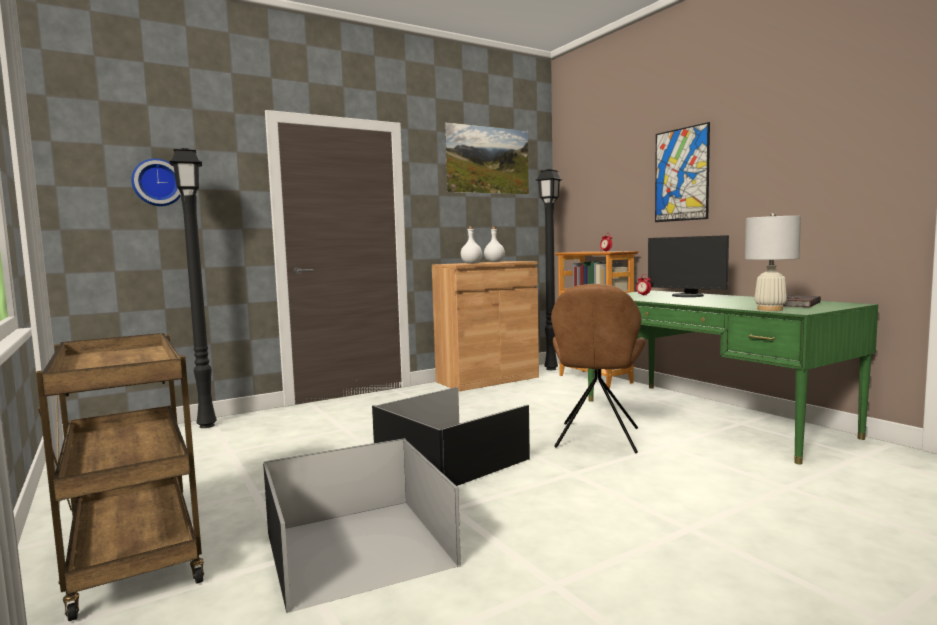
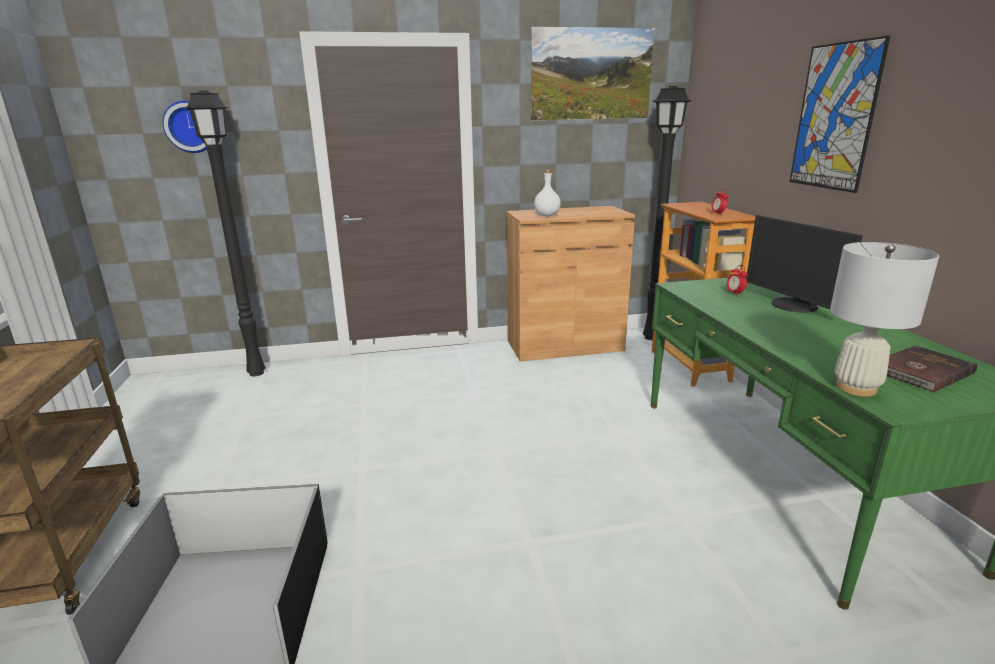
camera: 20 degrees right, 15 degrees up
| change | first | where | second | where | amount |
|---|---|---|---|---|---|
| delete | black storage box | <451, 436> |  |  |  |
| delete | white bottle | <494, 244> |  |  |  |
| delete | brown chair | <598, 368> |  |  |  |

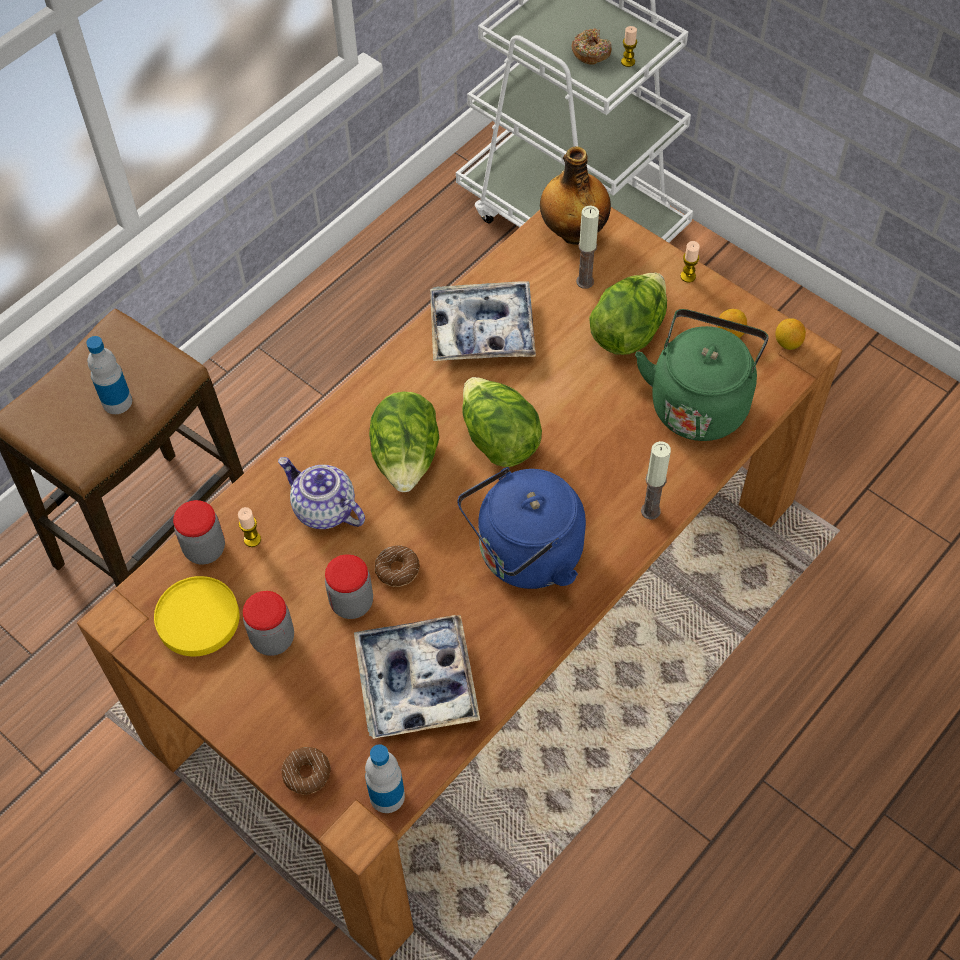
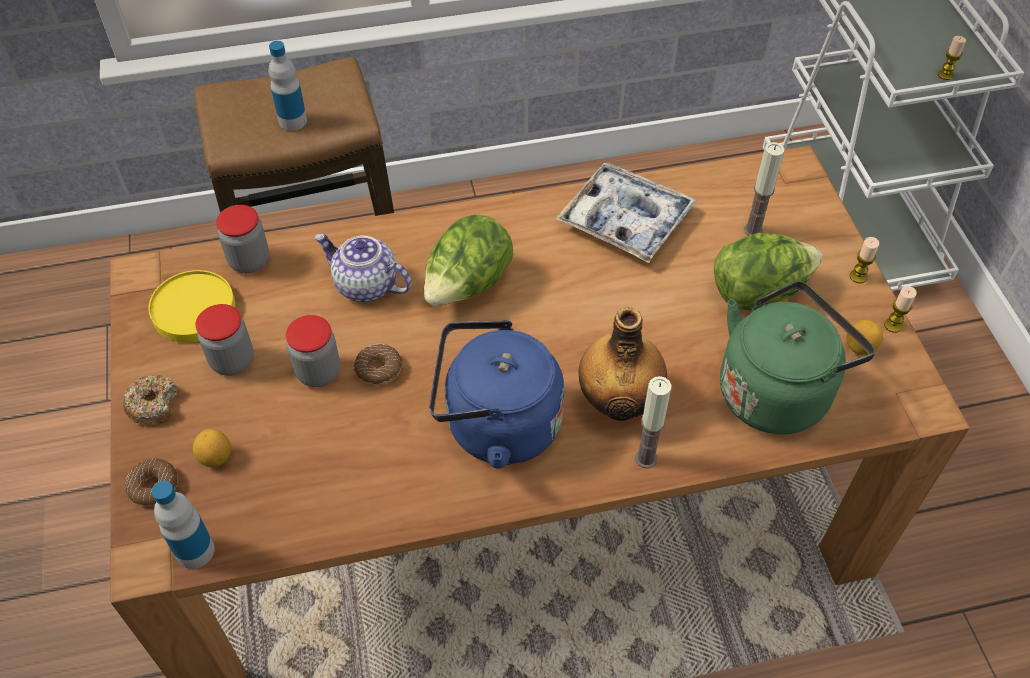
camera: 35 degrees right, 5 degrees down
| change | first | where | second | where | amount |
|---|---|---|---|---|---|
| move | donut | <592, 46> |  | <150, 399> |  |
| move | lemon | <790, 334> |  | <212, 448> |  |
| rotate | teapot | <321, 493> |  | <363, 267> | 45 degrees counterclockwise |
| move | bottle | <575, 195> |  | <622, 364> |  |
| move | candle | <249, 527> |  | <900, 309> |  |
| delete | tray | <417, 677> |  |  |  |
| delete | lettuce | <502, 422> |  |  |  |

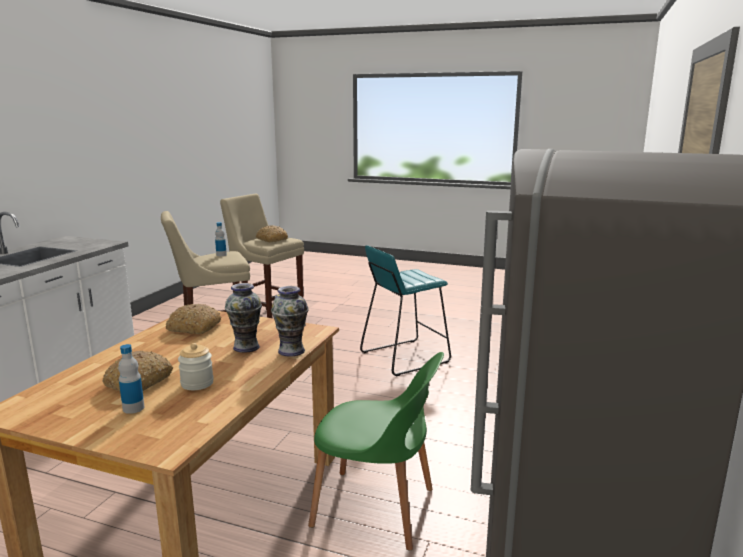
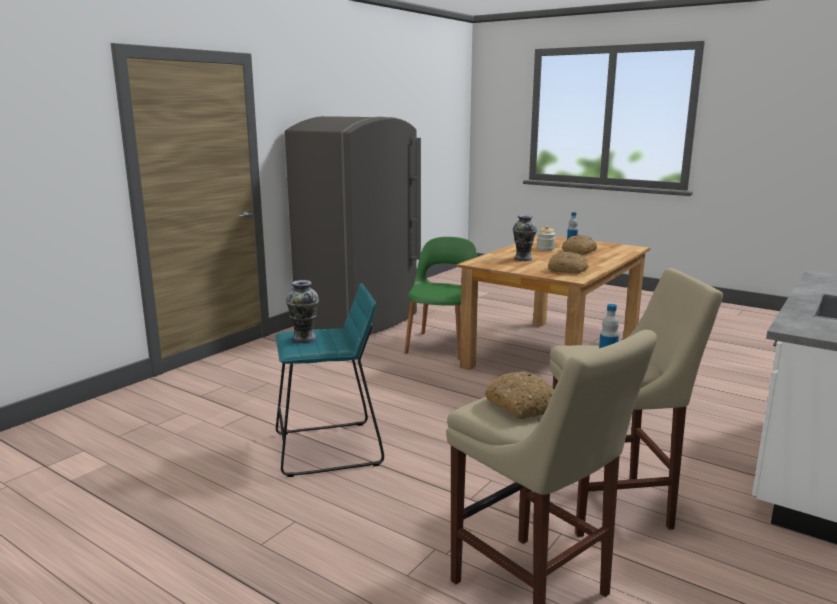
camera: 165 degrees left, 0 degrees up
| change | first | where | second | where | amount |
|---|---|---|---|---|---|
| move | vase | <290, 321> |  | <302, 311> |  |
| rotate | green chair | <376, 451> |  | <440, 298> | 75 degrees clockwise |

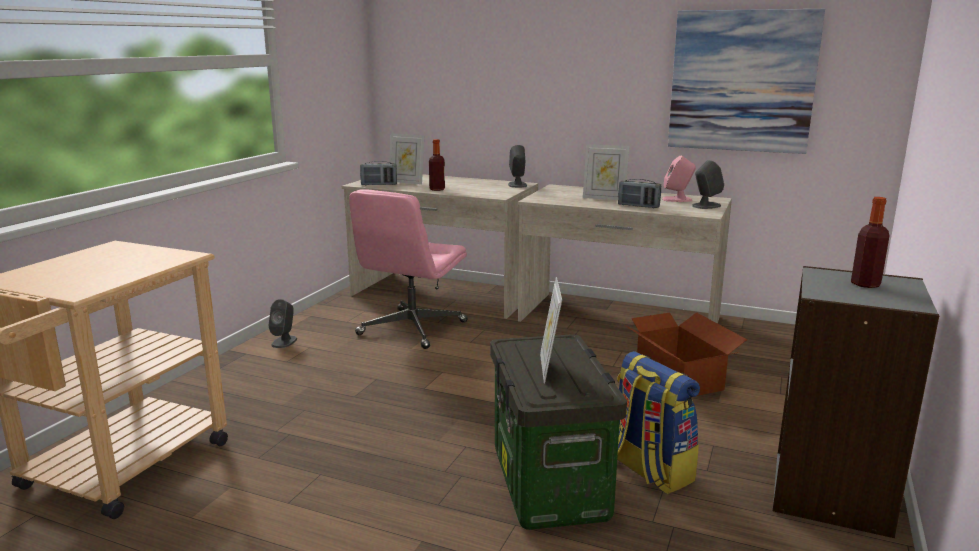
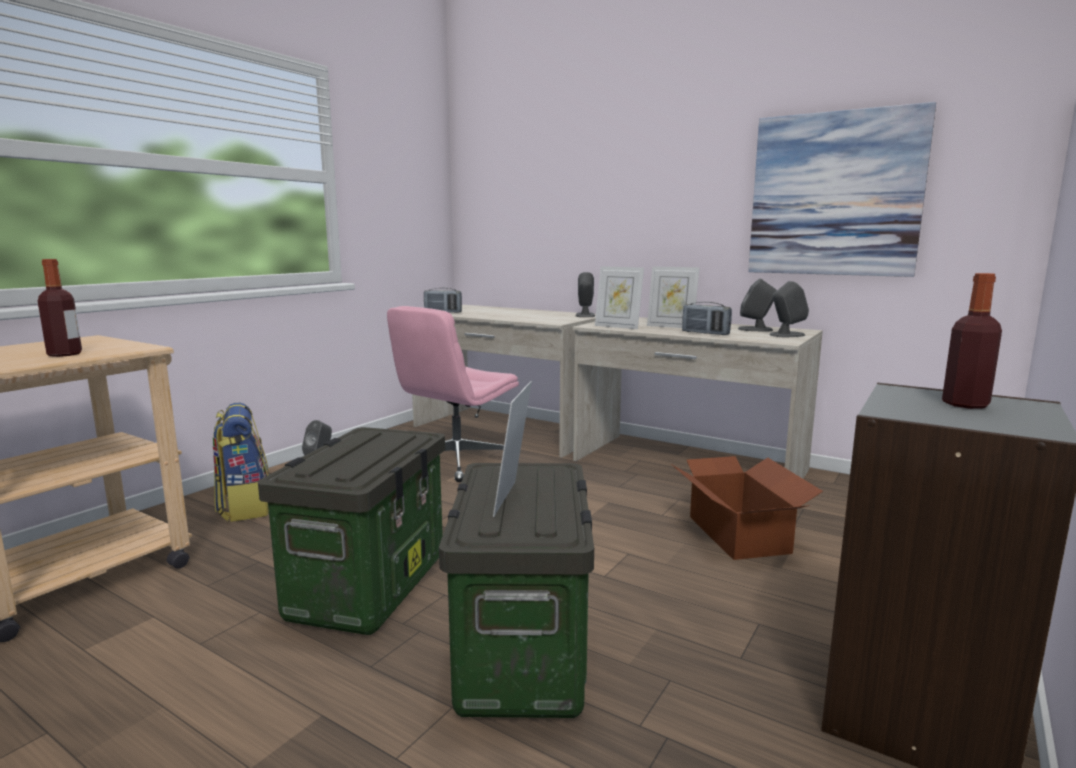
camera: 10 degrees right, 5 degrees down
| change | first | where | second | where | amount |
|---|---|---|---|---|---|
| move | bottle | <437, 165> |  | <60, 308> |  |
| move | backpack | <658, 422> |  | <241, 462> |  |
| insert |  |  | storage box | <351, 531> |  |
| move | picture frame | <406, 159> |  | <619, 297> |  |
| recolor | pink speaker | <679, 178> | grey speaker | <757, 305> |  |

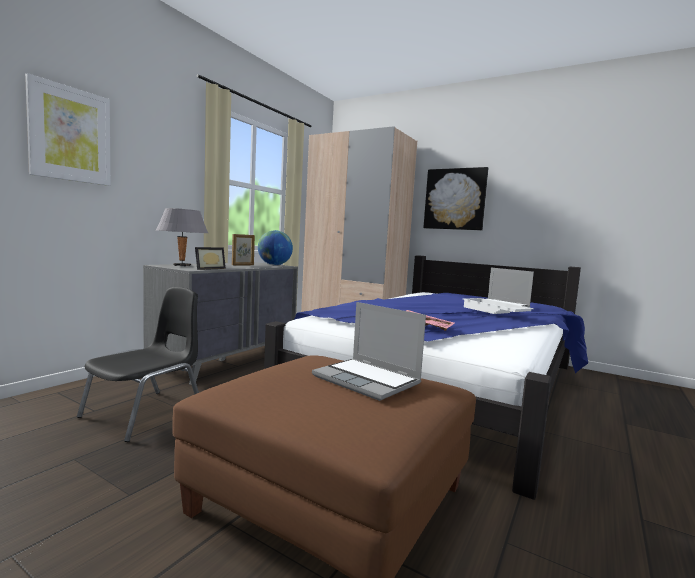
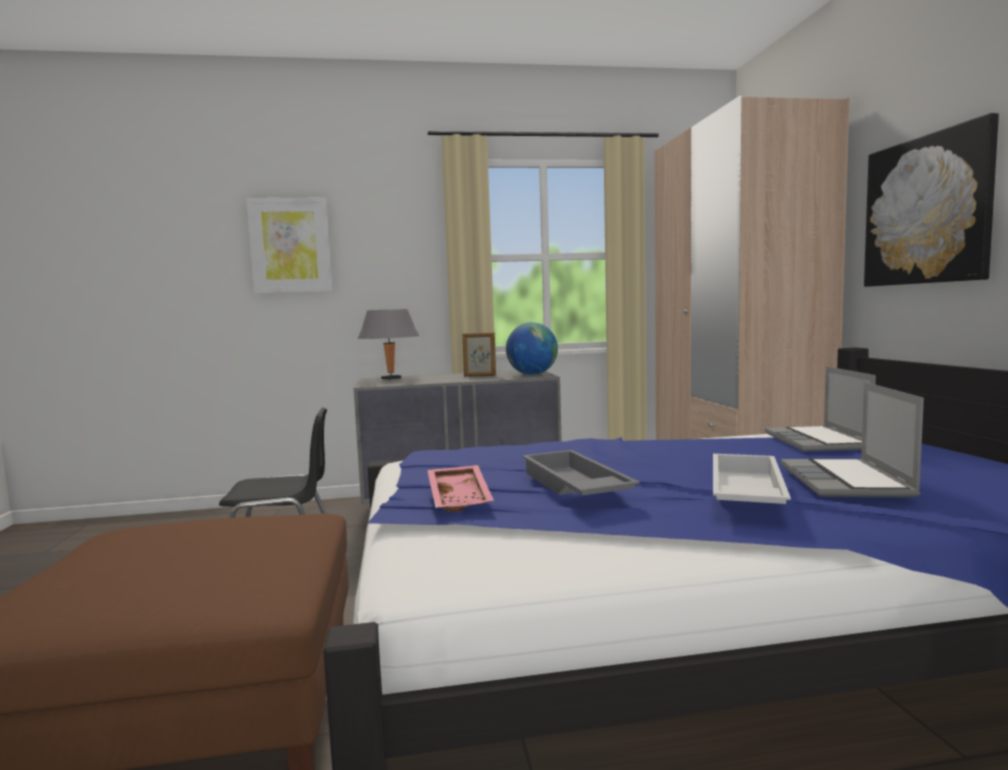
camera: 50 degrees right, 0 degrees up
| change | first | where | second | where | amount |
|---|---|---|---|---|---|
| insert |  |  | grey tray | <581, 473> |  |
| move | laptop | <369, 351> |  | <820, 409> |  |
| delete | picture frame | <210, 258> |  |  |  |

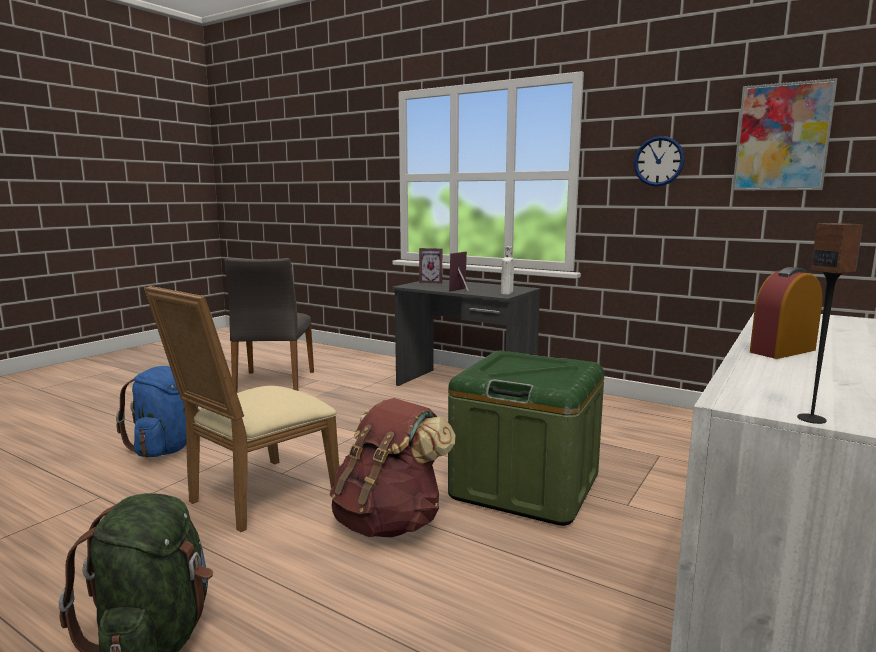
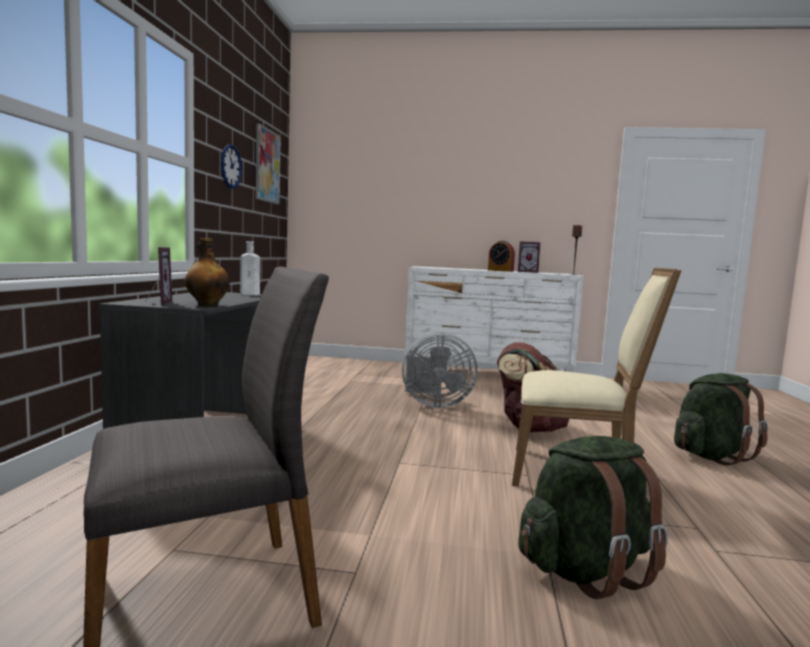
camera: 115 degrees left, 5 degrees down
| change | first | where | second | where | amount |
|---|---|---|---|---|---|
| insert |  |  | bottle | <207, 272> |  |
| replace | green storage box | <526, 438> | grey fan | <440, 370> |  |
| move | picture frame | <459, 272> |  | <529, 257> |  |
| recolor | blue backpack | <157, 412> | green backpack | <593, 517> |  |

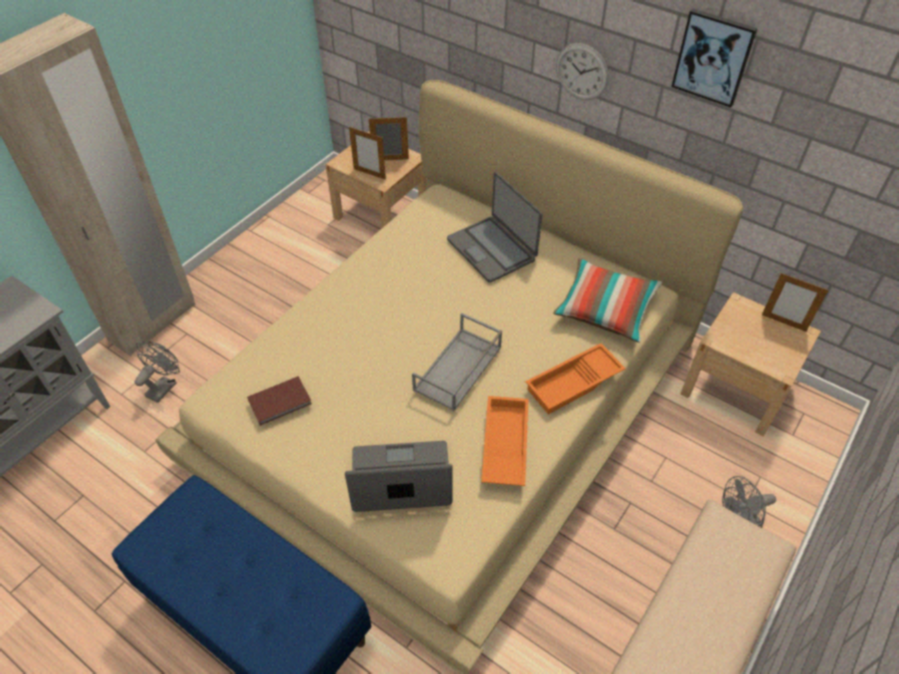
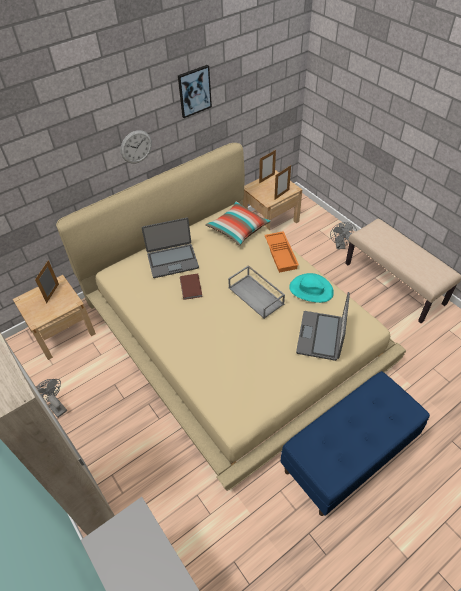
camera: 70 degrees left, 0 degrees up
| change | first | where | second | where | amount |
|---|---|---|---|---|---|
| move | grey fan | <157, 372> |  | <51, 398> |  |
| move | brown book | <279, 401> |  | <191, 286> |  |
| move | picture frame | <367, 153> |  | <282, 182> |  |
| replace | orange tray | <504, 441> | turquoise hat | <311, 288> |  |

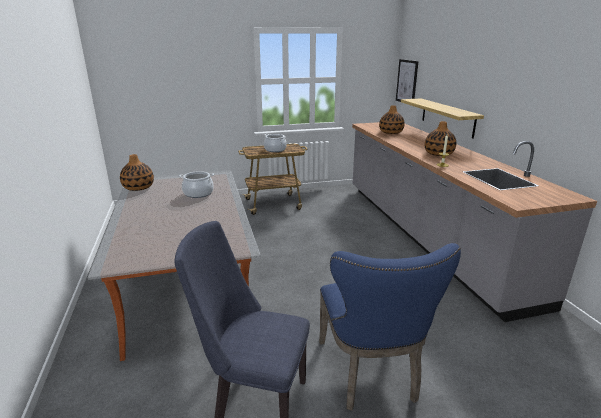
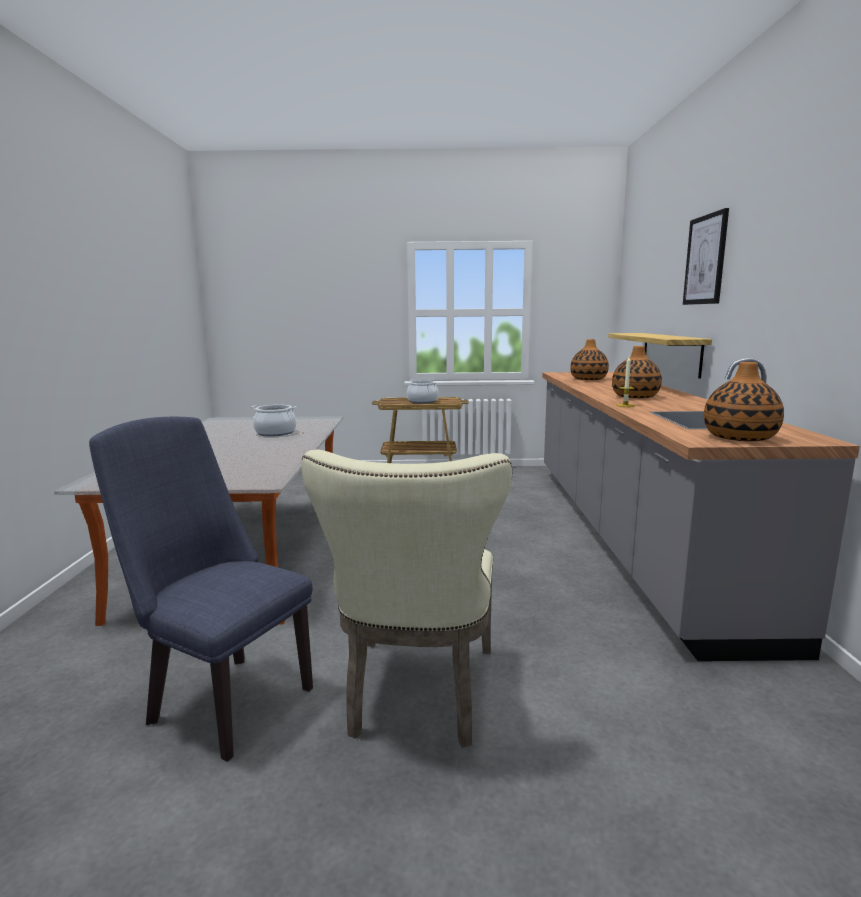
camera: 15 degrees right, 10 degrees down
| change | first | where | second | where | amount |
|---|---|---|---|---|---|
| recolor | blue chair | <390, 327> | beige chair | <407, 599> |  |
| move | picture | <407, 80> |  | <706, 256> |  |
| move | vase | <137, 172> |  | <744, 401> |  |

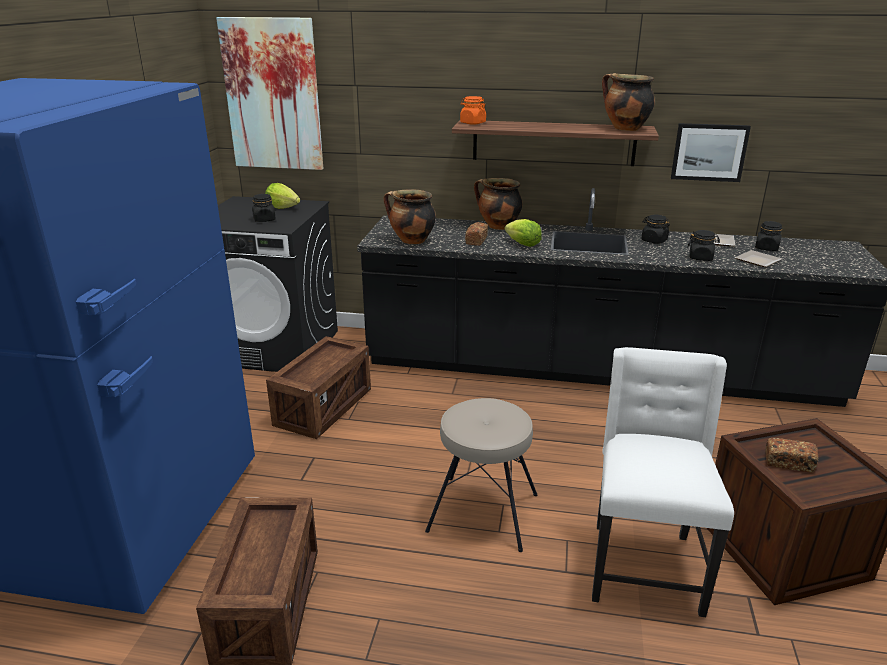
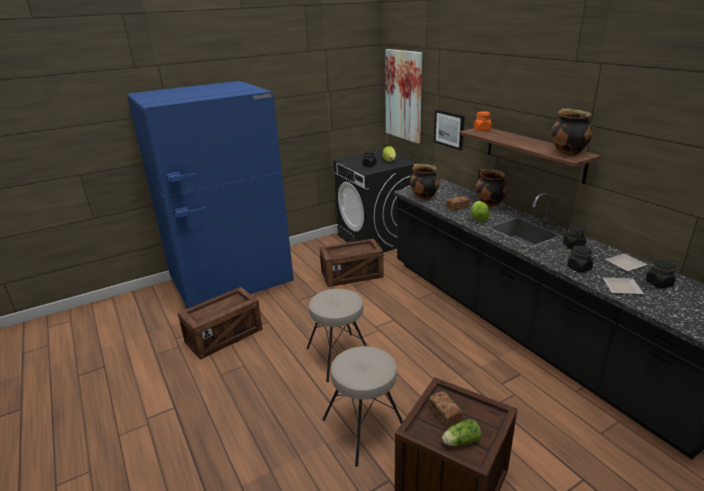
camera: 50 degrees right, 0 degrees up
| change | first | where | second | where | amount |
|---|---|---|---|---|---|
| replace | white chair | <663, 482> | beige stool | <362, 406> |  |
| move | picture | <711, 152> |  | <449, 130> |  |
| insert |  |  | lettuce | <461, 432> |  |

